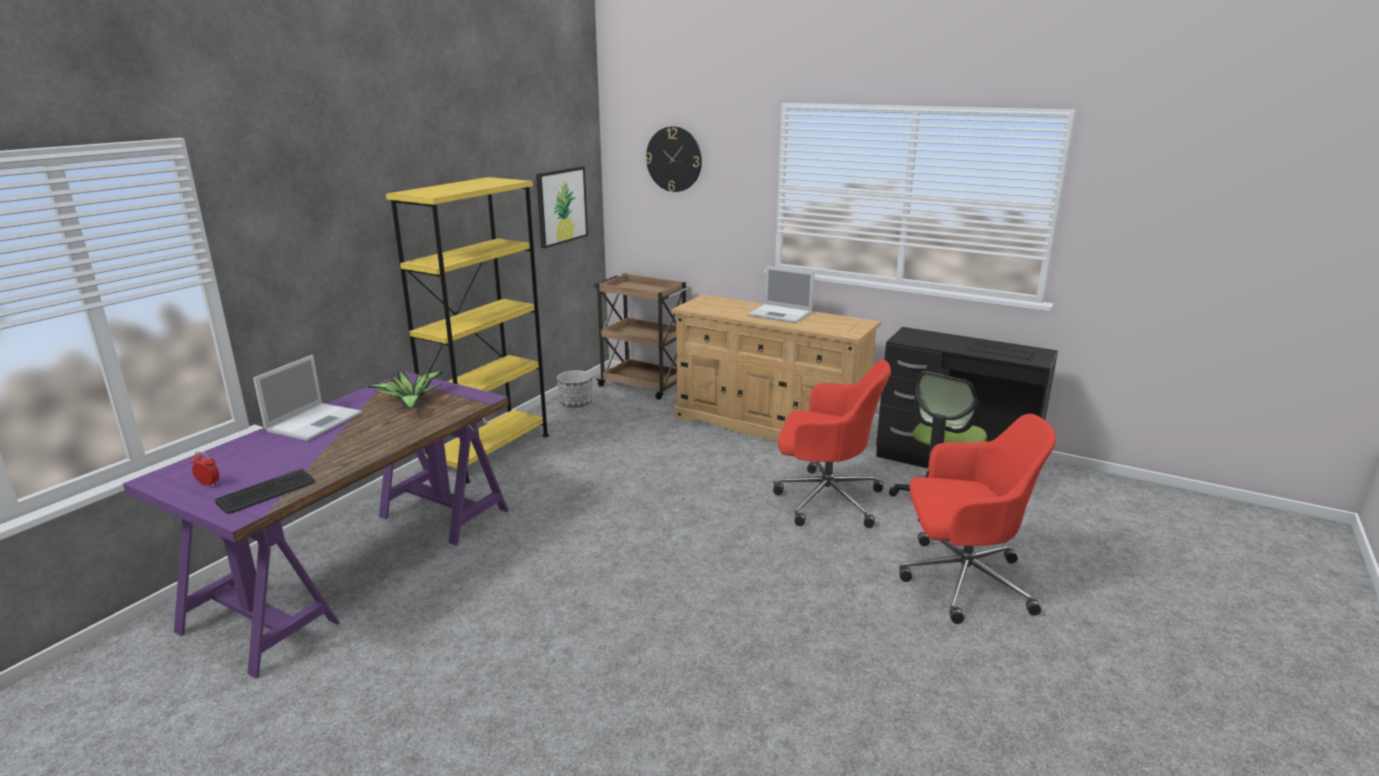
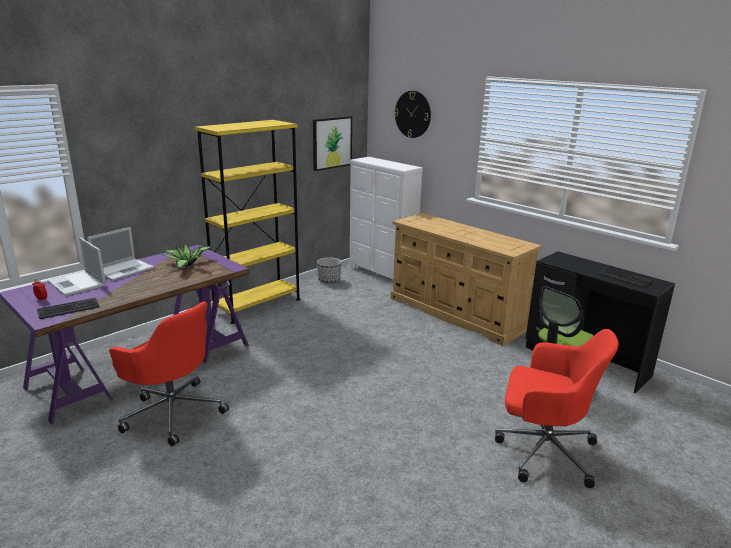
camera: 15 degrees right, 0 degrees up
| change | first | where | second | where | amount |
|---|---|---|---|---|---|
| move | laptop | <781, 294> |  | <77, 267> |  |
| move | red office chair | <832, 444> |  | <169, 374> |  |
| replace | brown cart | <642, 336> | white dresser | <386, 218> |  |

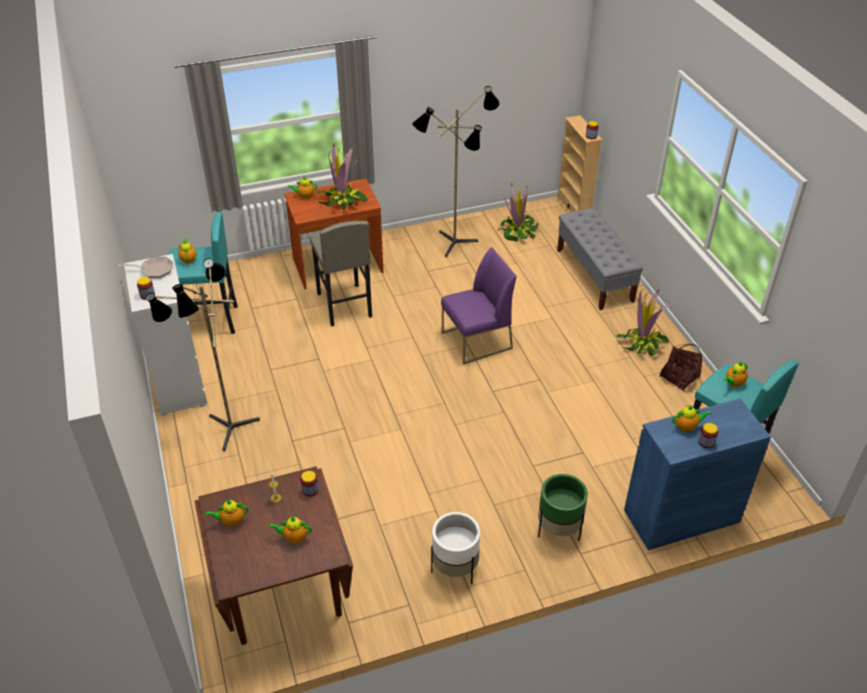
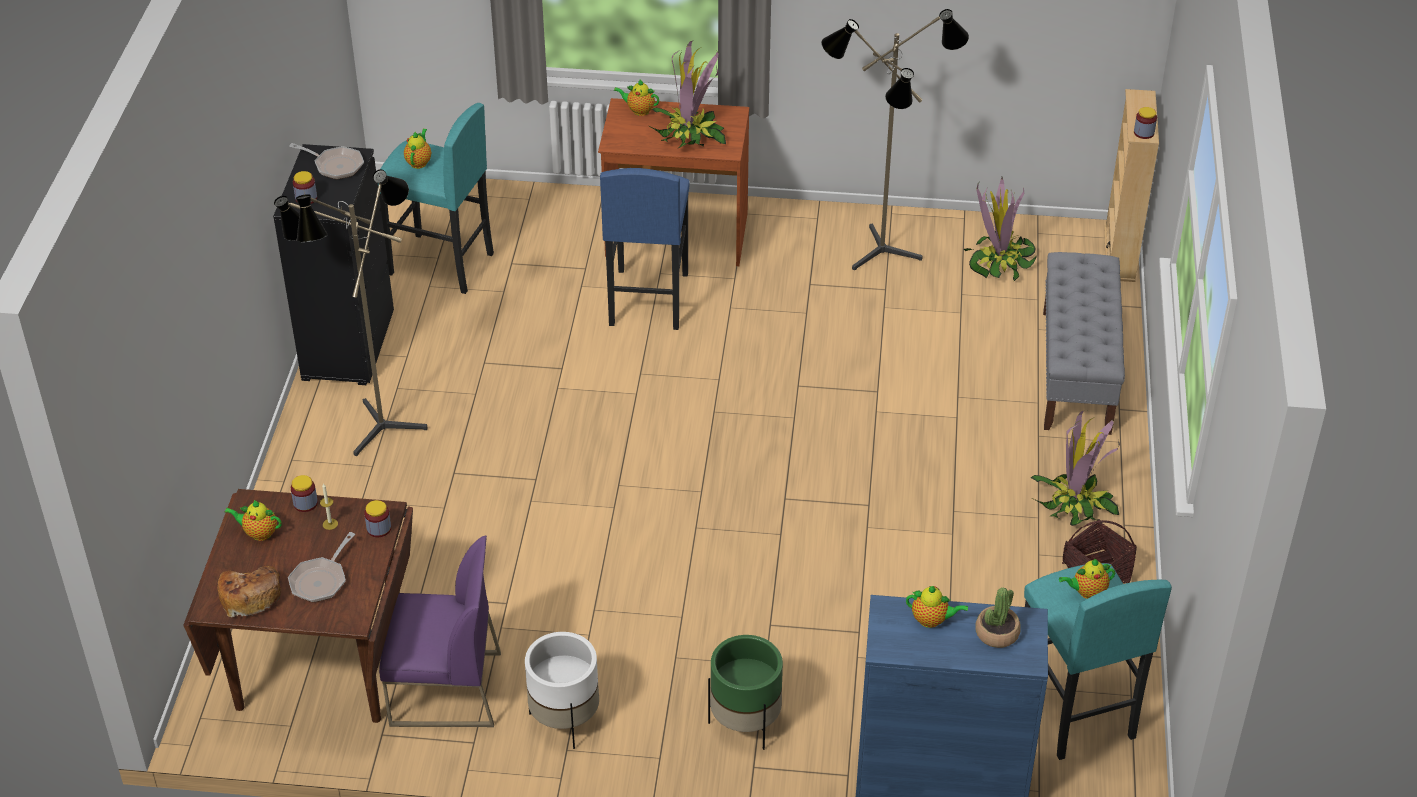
camera: 25 degrees right, 0 degrees up
| change | first | where | second | where | amount |
|---|---|---|---|---|---|
| insert |  |  | bread | <249, 591> |  |
| recolor | white dresser | <165, 335> | black dresser | <333, 264> |  |
| replace | teapot | <290, 530> | frying pan | <321, 567> |  |
| move | jar | <708, 435> |  | <304, 493> |  |
| move | purple chair | <479, 305> |  | <440, 631> |  |
| recolor | grey stool | <340, 273> | blue stool | <645, 249> |  |
| insert |  |  | potted plant | <998, 617> |  |

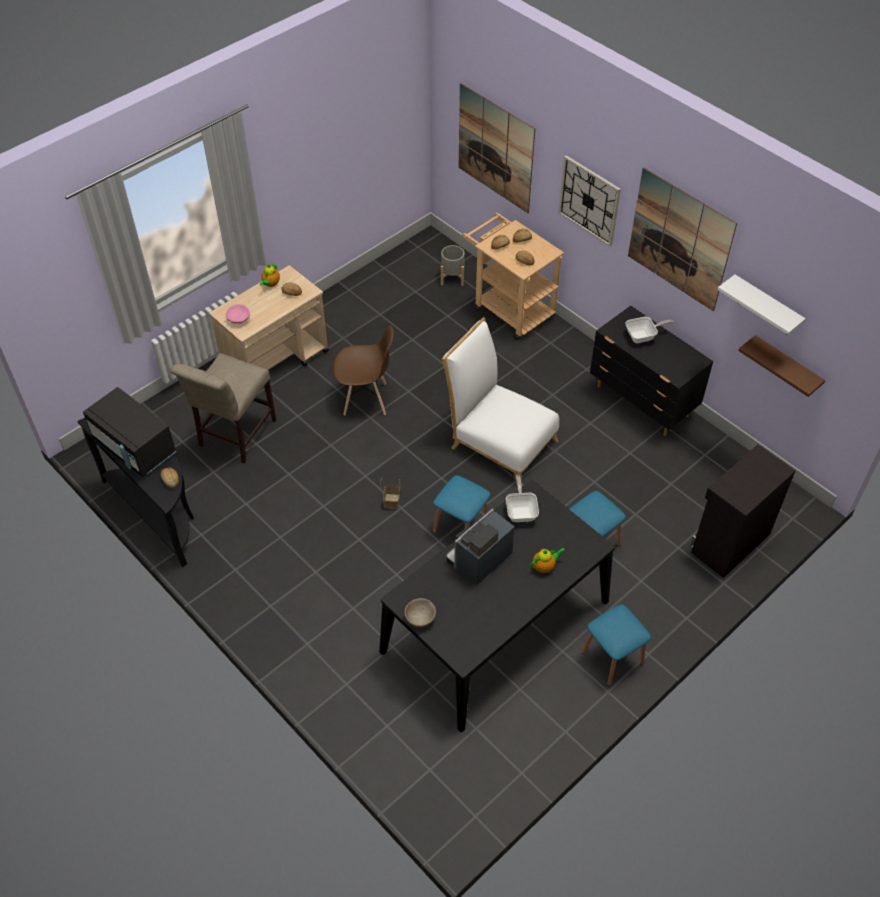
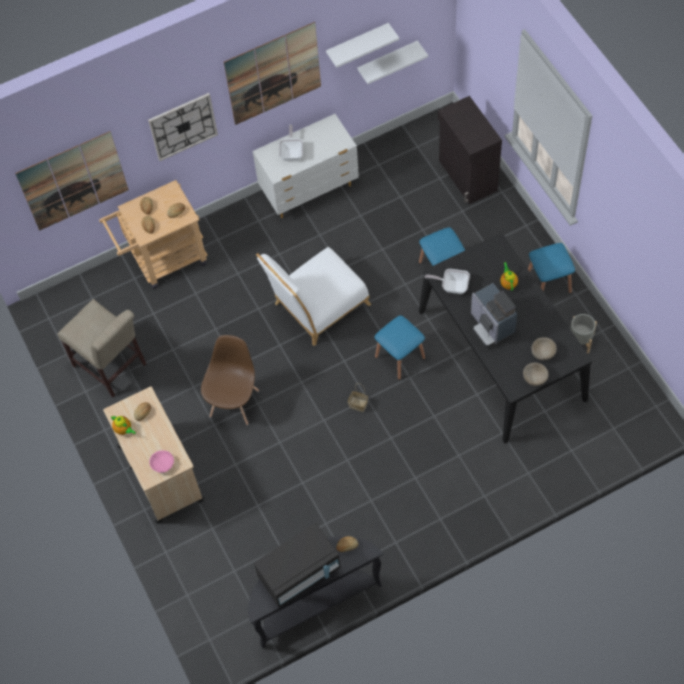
camera: 70 degrees left, 10 degrees up
| change | first | where | second | where | amount |
|---|---|---|---|---|---|
| move | beige chair | <223, 408> |  | <101, 348> |  |
| recolor | black dresser | <651, 371> | white dresser | <306, 166> |  |
| recolor | brown shelf | <781, 366> | white shelf | <392, 62> |  |
| insert |  |  | beige bowl | <544, 348> |  |
| move | grey planter | <453, 265> |  | <583, 333> |  |

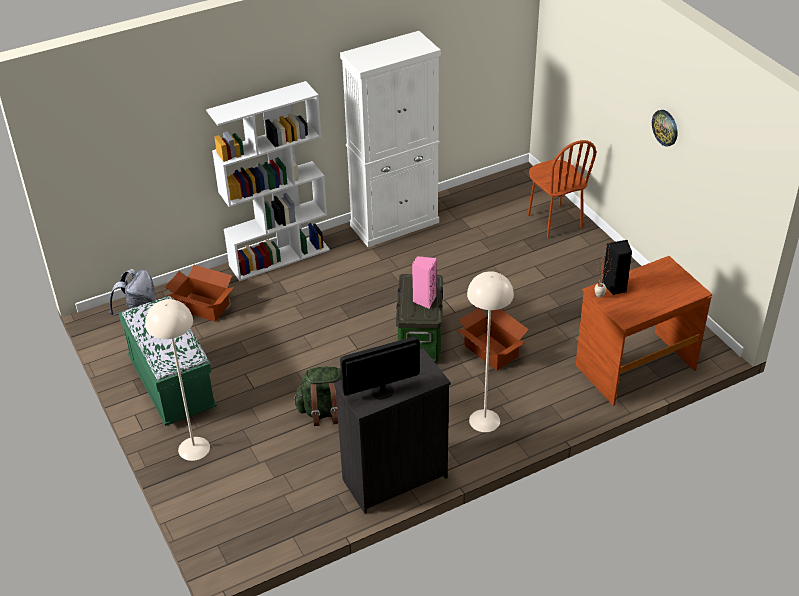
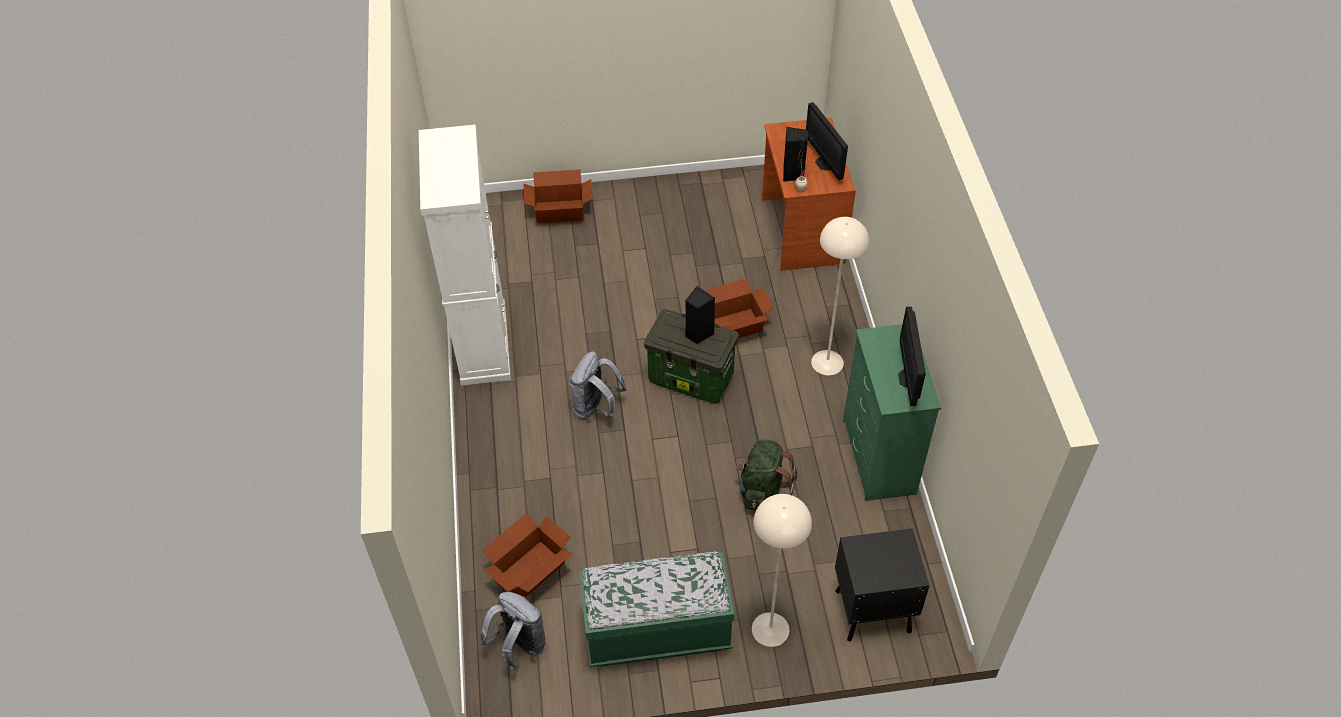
camera: 70 degrees left, 10 degrees up
| change | first | where | second | where | amount |
|---|---|---|---|---|---|
| replace | brown chair | <562, 189> | cardboard box | <558, 196> |  |
| insert |  |  | grey backpack | <598, 385> |  |
| recolor | pink speaker | <424, 282> | black speaker | <700, 315> |  |
| insert |  |  | monitor | <827, 141> |  |
| insert |  |  | black nightstand | <882, 585> |  |
| recolor | black dresser | <392, 431> | green dresser | <892, 412> |  |
| delete | white bookcase | <268, 181> |  |  |  |
| delete | wall clock | <665, 128> |  |  |  |

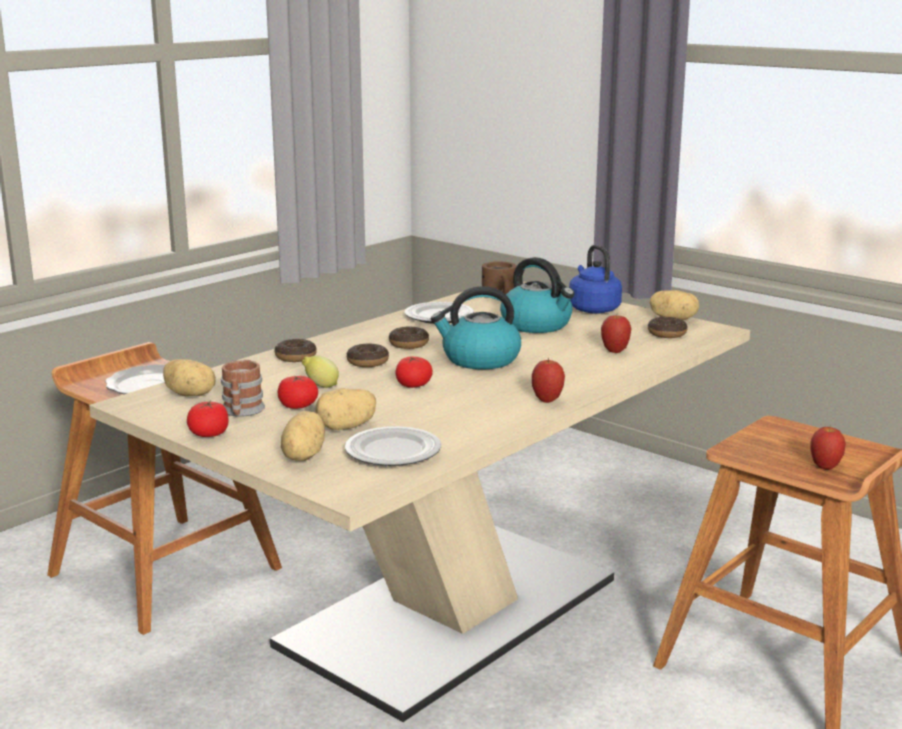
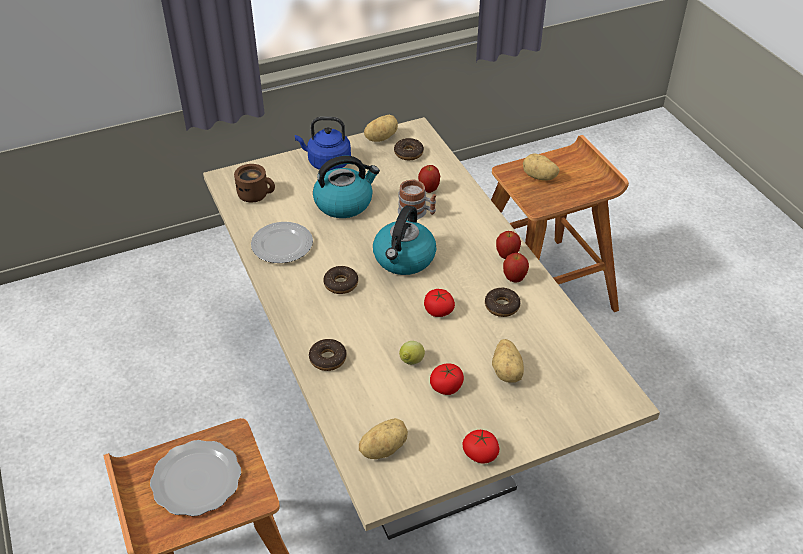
camera: 65 degrees left, 25 degrees up
| change | first | where | second | where | amount |
|---|---|---|---|---|---|
| move | mug | <243, 388> |  | <417, 199> |  |
| move | donut | <368, 355> |  | <503, 302> |  |
| move | apple | <828, 447> |  | <516, 268> |  |
| move | potato | <303, 436> |  | <541, 166> |  |
| delete | plate | <393, 446> |  |  |  |

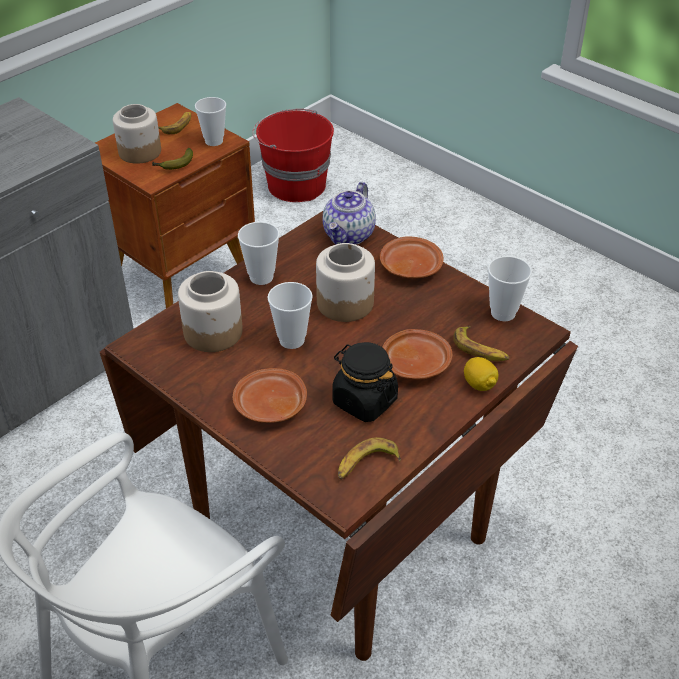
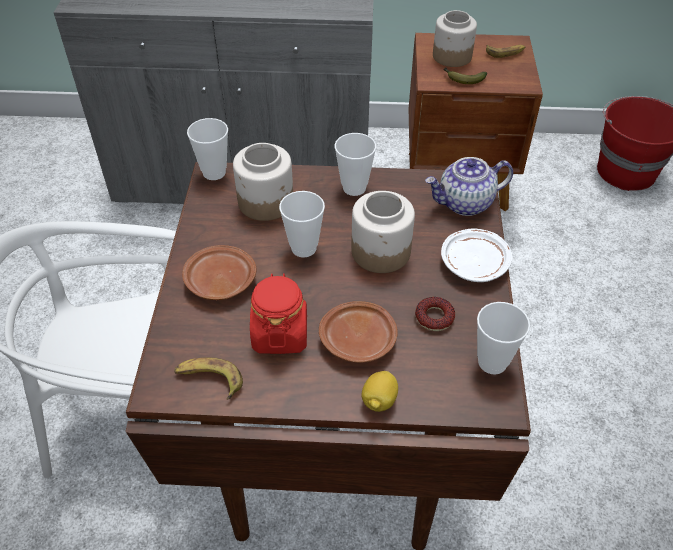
camera: 50 degrees right, 5 degrees up
| change | first | where | second | where | amount |
|---|---|---|---|---|---|
| move | cup | <210, 121> |  | <207, 149> |  |
| recolor | black jar | <365, 382> | red jar | <278, 313> |  |
| insert |  |  | donut | <435, 314> |  |
| recolor | brown plate | <412, 258> | white plate | <476, 255> |  |
| delete | banana | <481, 343> |  |  |  |

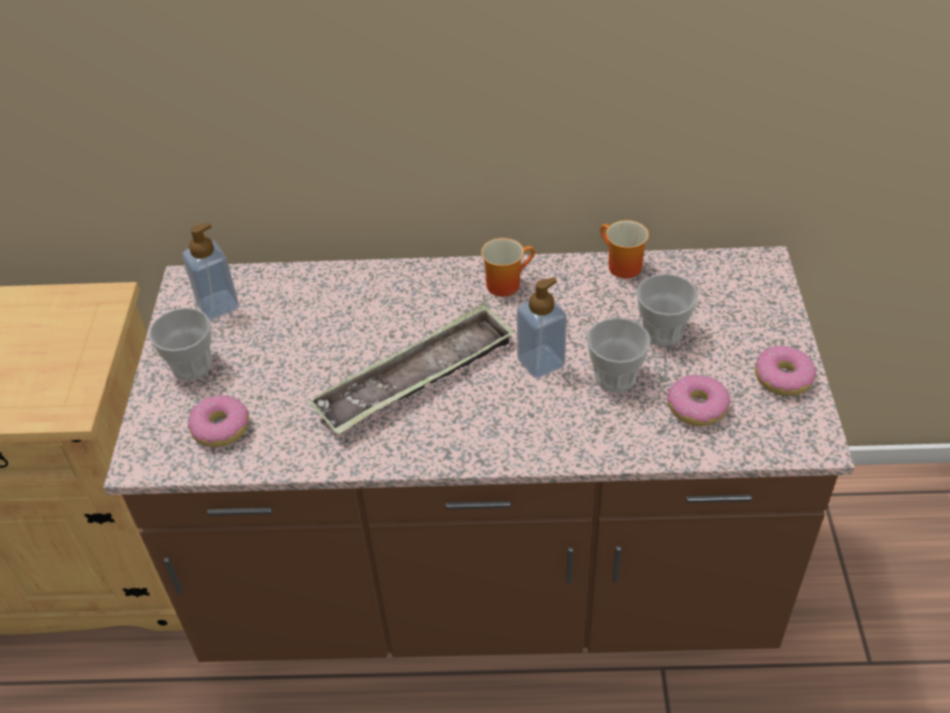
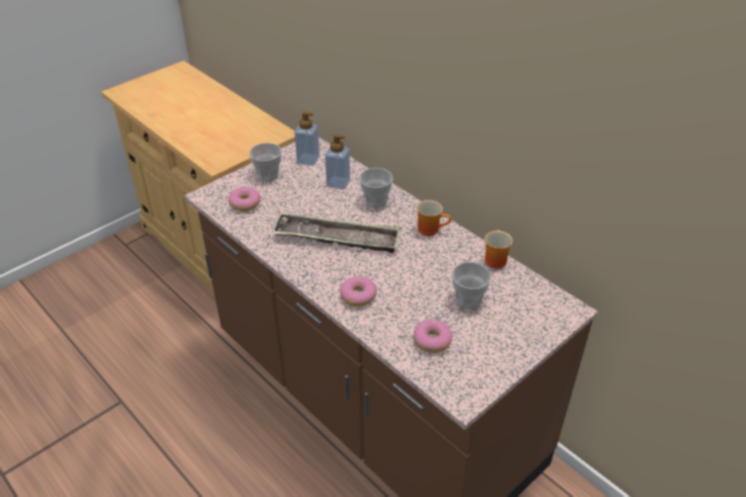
camera: 45 degrees right, 5 degrees down
| change | first | where | second | where | amount |
|---|---|---|---|---|---|
| move | soap dispenser | <542, 327> |  | <337, 161> |  |
| move | donut | <785, 370> |  | <358, 291> |  |
| move | cup | <619, 355> |  | <376, 188> |  |

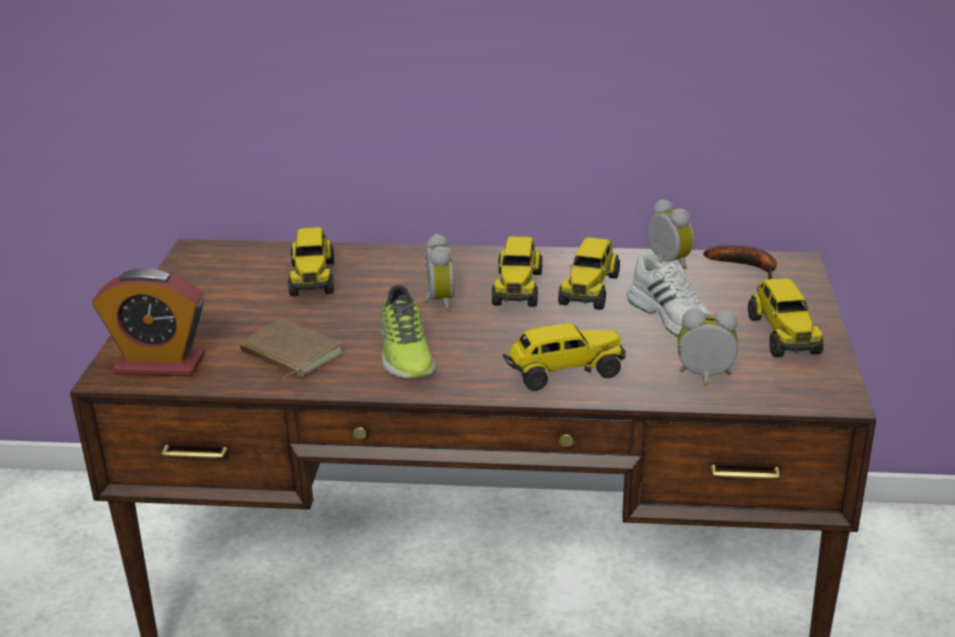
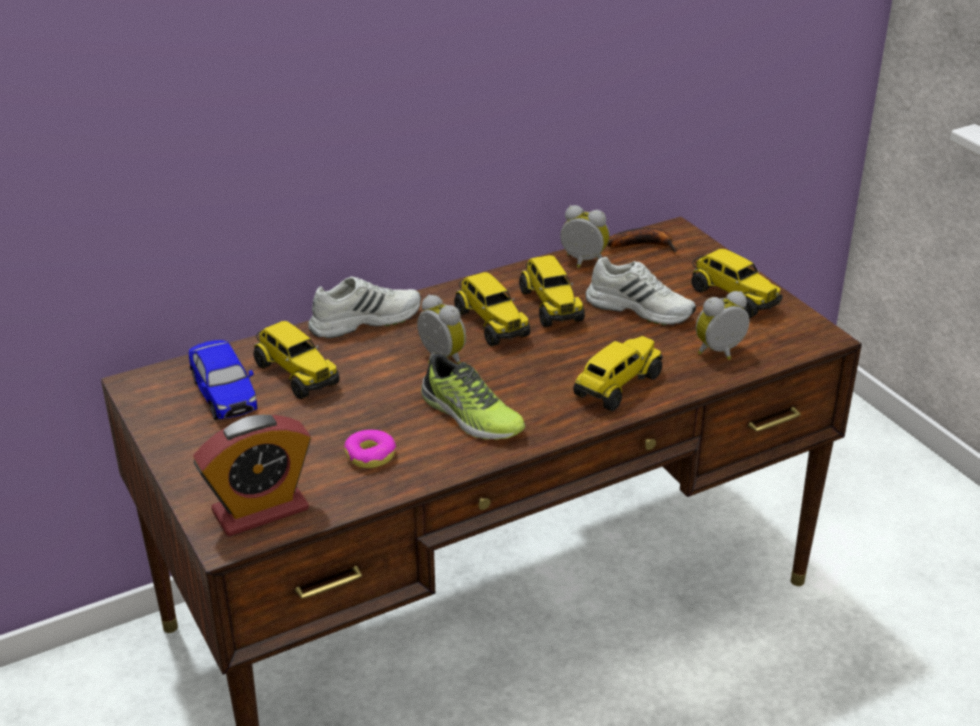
camera: 35 degrees left, 5 degrees up
| change | first | where | second | where | amount |
|---|---|---|---|---|---|
| insert |  |  | toy car | <223, 380> |  |
| insert |  |  | white shoe | <364, 307> |  |
| replace | brown book | <290, 349> | donut | <370, 449> |  |

